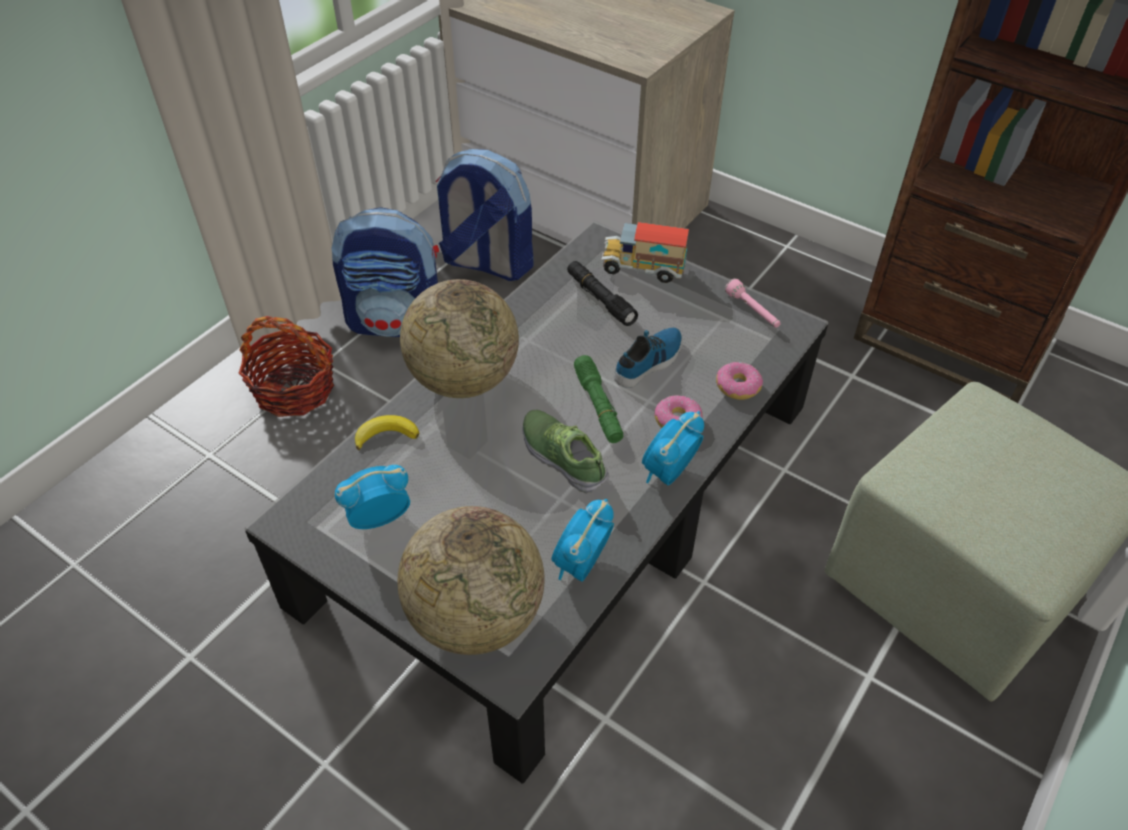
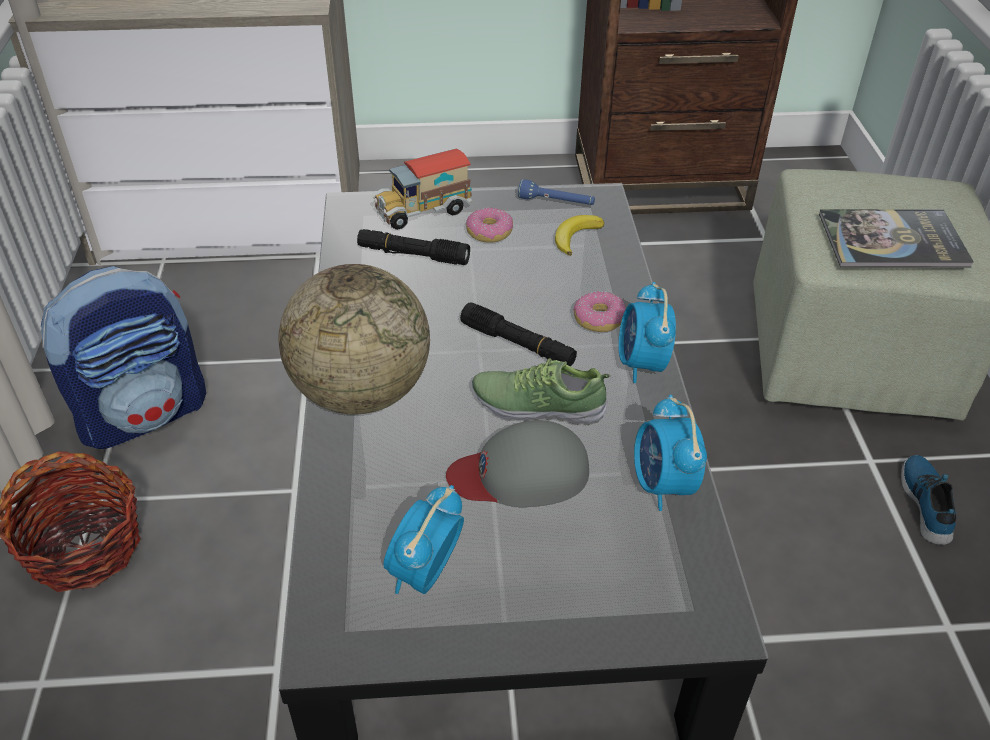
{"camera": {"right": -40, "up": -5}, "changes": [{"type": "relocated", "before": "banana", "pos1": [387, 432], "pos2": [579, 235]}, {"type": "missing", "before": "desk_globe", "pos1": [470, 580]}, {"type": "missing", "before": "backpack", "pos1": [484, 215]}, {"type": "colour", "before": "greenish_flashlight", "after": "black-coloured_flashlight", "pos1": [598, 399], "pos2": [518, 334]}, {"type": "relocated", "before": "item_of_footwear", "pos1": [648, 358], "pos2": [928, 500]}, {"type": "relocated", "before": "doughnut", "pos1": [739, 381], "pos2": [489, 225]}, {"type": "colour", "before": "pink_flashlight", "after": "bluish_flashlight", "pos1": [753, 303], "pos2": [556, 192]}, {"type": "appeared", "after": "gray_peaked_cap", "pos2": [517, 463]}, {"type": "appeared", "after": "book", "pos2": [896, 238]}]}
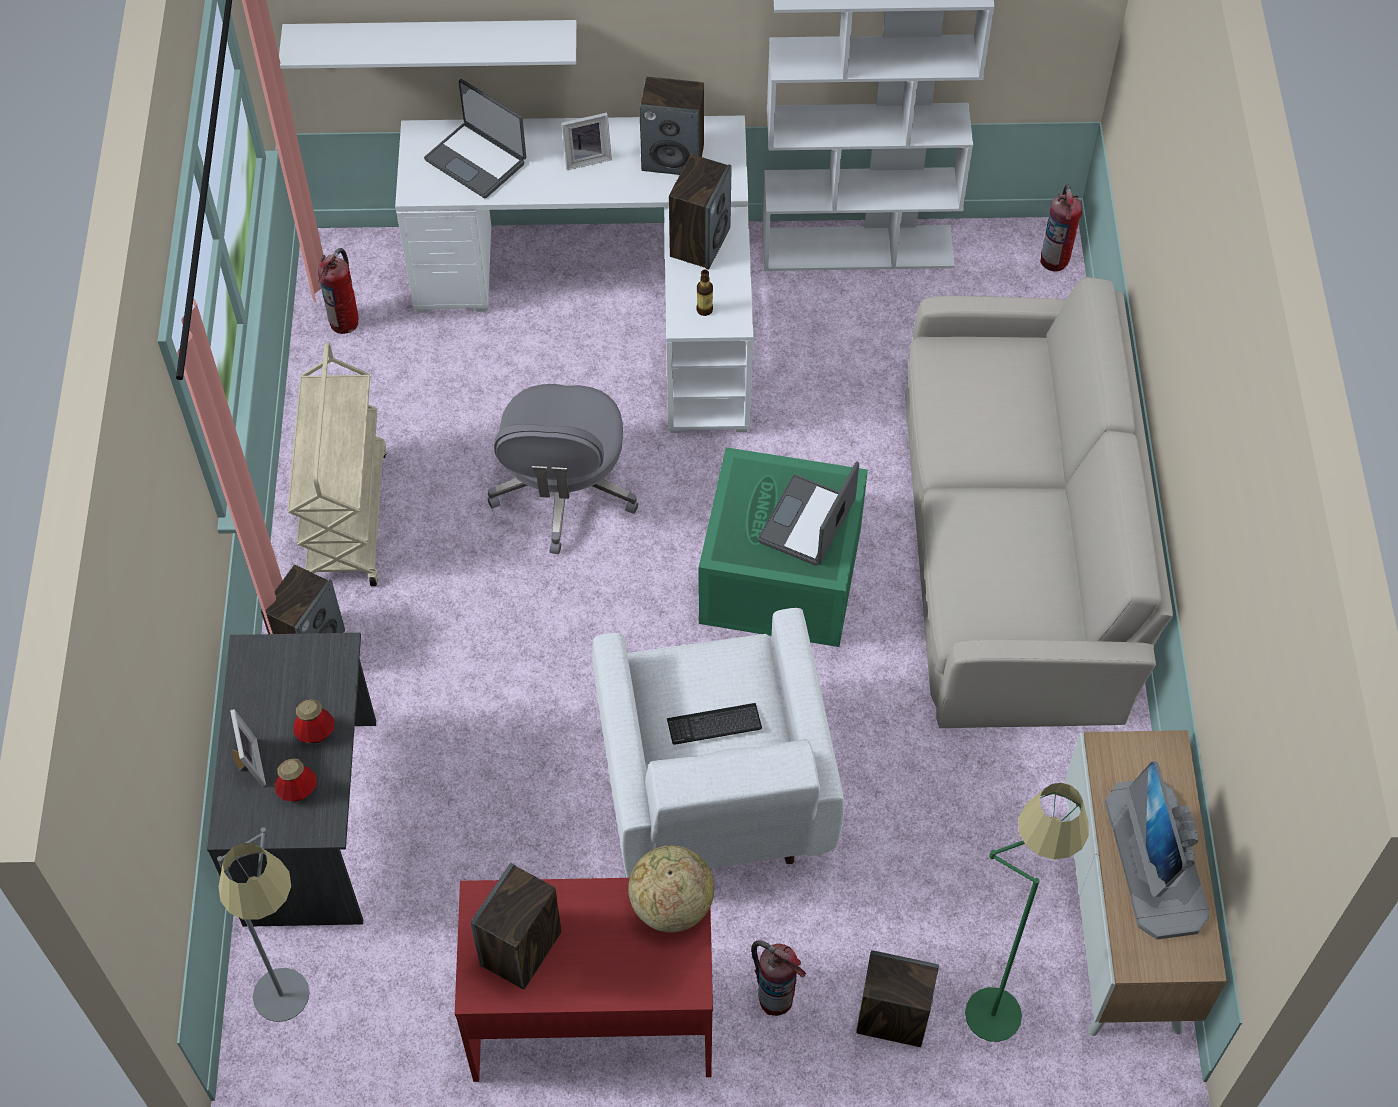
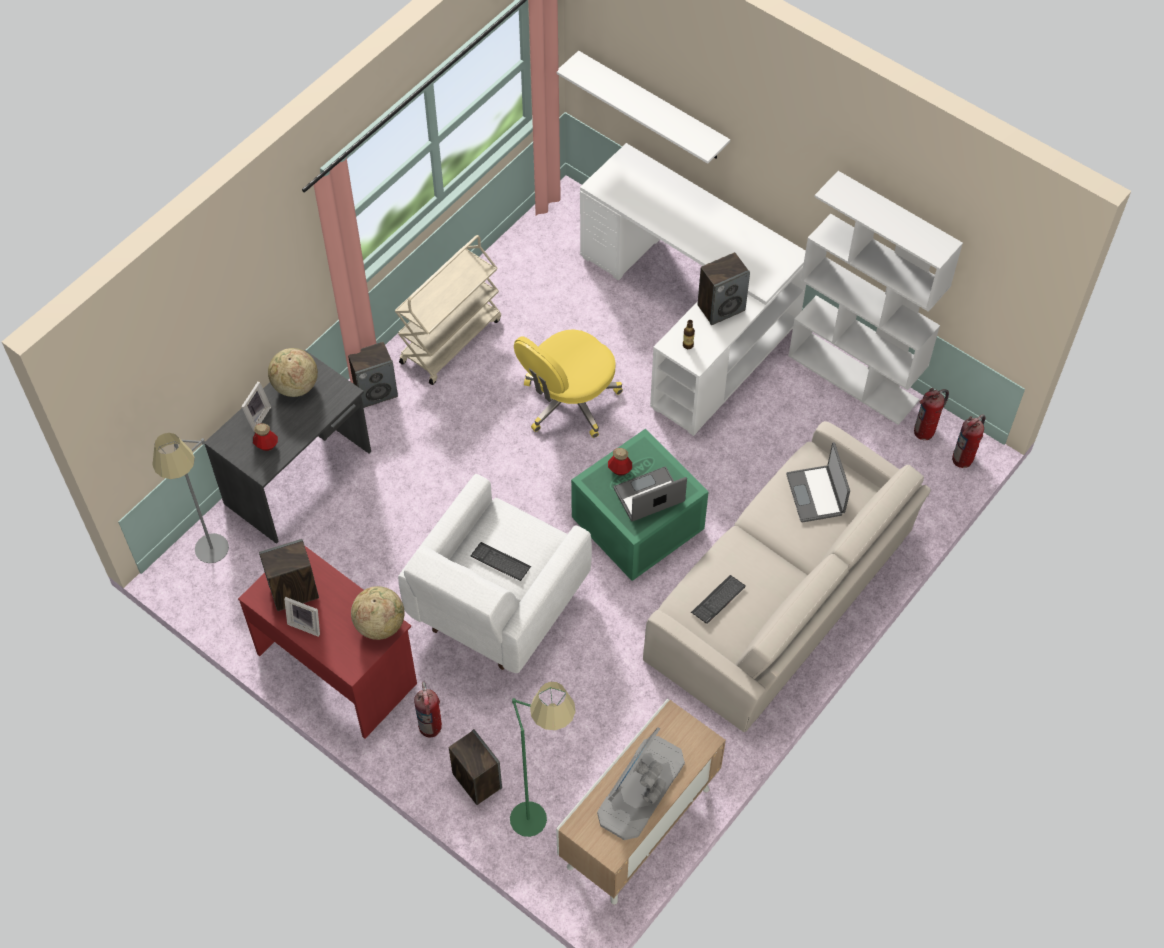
{"camera": {"right": 40, "up": 0}, "changes": [{"type": "relocated", "before": "beverage_bottle", "pos1": [313, 721], "pos2": [620, 462]}, {"type": "relocated", "before": "extinguisher", "pos1": [338, 291], "pos2": [931, 414]}, {"type": "relocated", "before": "portable_computer", "pos1": [475, 138], "pos2": [818, 482]}, {"type": "colour", "before": "gray_office_chair", "after": "yellowish_office_chair", "pos1": [562, 469], "pos2": [568, 383]}, {"type": "relocated", "before": "standing_frame", "pos1": [586, 141], "pos2": [302, 617]}, {"type": "missing", "before": "speaker", "pos1": [671, 126]}, {"type": "appeared", "after": "desk_globe", "pos2": [293, 372]}, {"type": "appeared", "after": "keyboard", "pos2": [718, 599]}]}
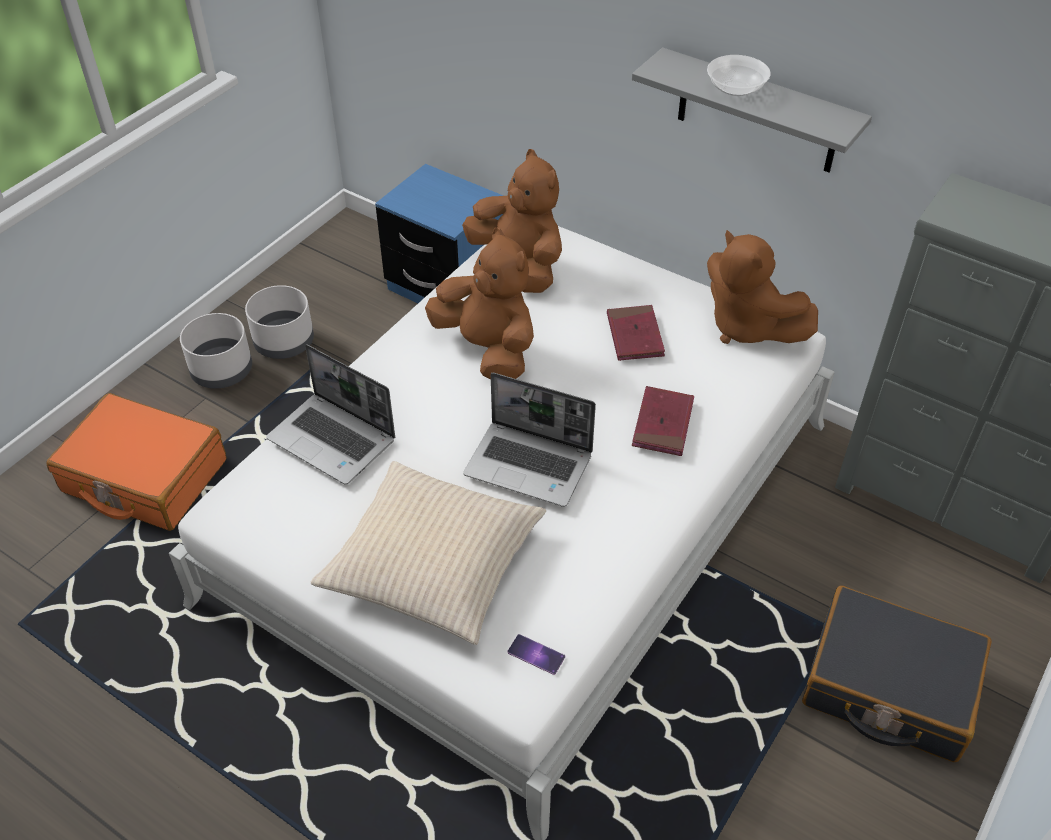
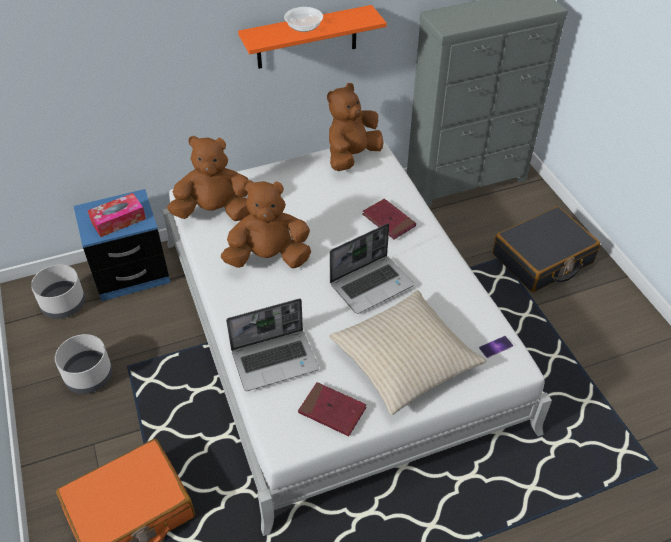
{"camera": {"right": -55, "up": 0}, "changes": [{"type": "relocated", "before": "gray_flower_pot", "pos1": [216, 350], "pos2": [58, 292]}, {"type": "relocated", "before": "red_book", "pos1": [636, 333], "pos2": [332, 409]}, {"type": "colour", "before": "gray_bracket_shelf", "after": "orange-coloured_bracket_shelf", "pos1": [752, 109], "pos2": [312, 37]}, {"type": "spun", "before": "brown-coloured_plush_toy", "pos1": [762, 287], "pos2": [355, 127], "turn": 135}, {"type": "appeared", "after": "box_of_tissues", "pos2": [117, 215]}]}
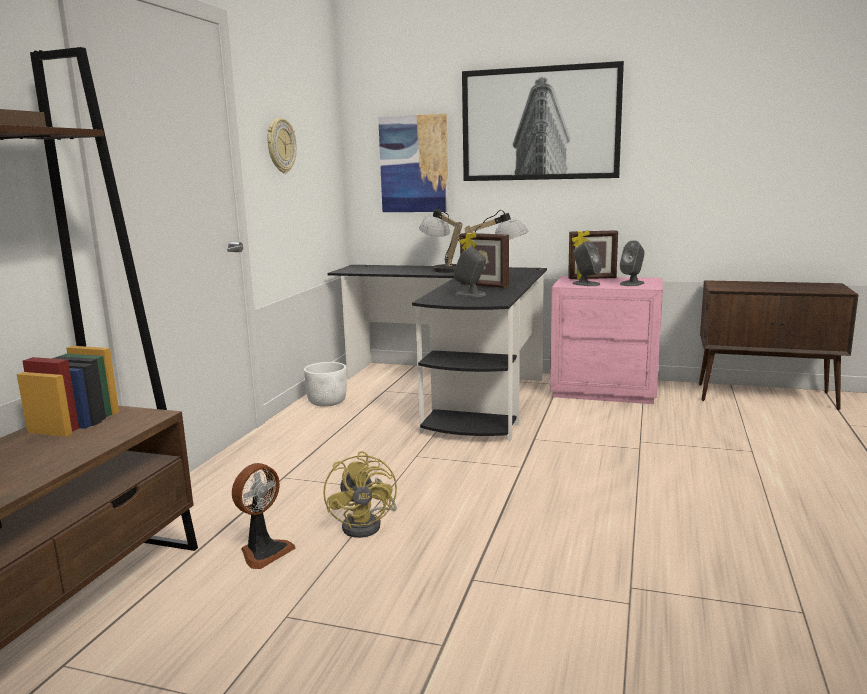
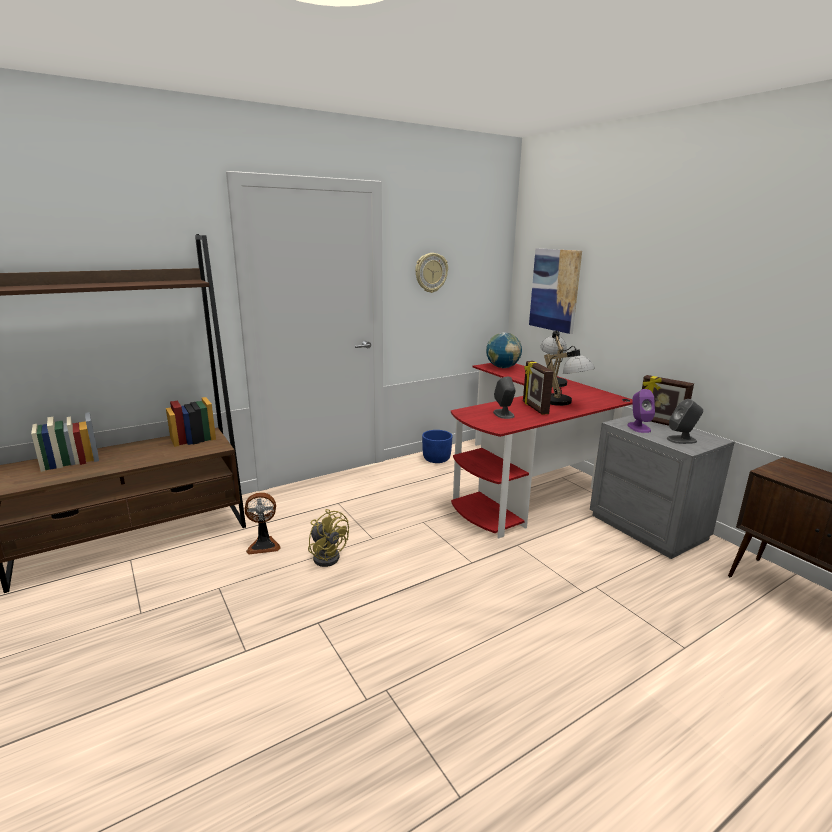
{"camera": {"right": 40, "up": 5}, "changes": [{"type": "colour", "before": "white_flower_pot", "after": "bluish_flower_pot", "pos1": [325, 384], "pos2": [437, 446]}, {"type": "spun", "before": "yellowish_electric_fan", "pos1": [360, 494], "pos2": [328, 538], "turn": -75}, {"type": "colour", "before": "black-coloured_desk_unit", "after": "red_desk_unit", "pos1": [437, 353], "pos2": [542, 451]}, {"type": "missing", "before": "wall_art", "pos1": [543, 121]}, {"type": "colour", "before": "pink_nightstand", "after": "gray_nightstand", "pos1": [606, 340], "pos2": [662, 487]}, {"type": "colour", "before": "gray_speaker", "after": "purplish_speaker", "pos1": [587, 263], "pos2": [641, 411]}, {"type": "appeared", "after": "desk_globe", "pos2": [504, 350]}]}
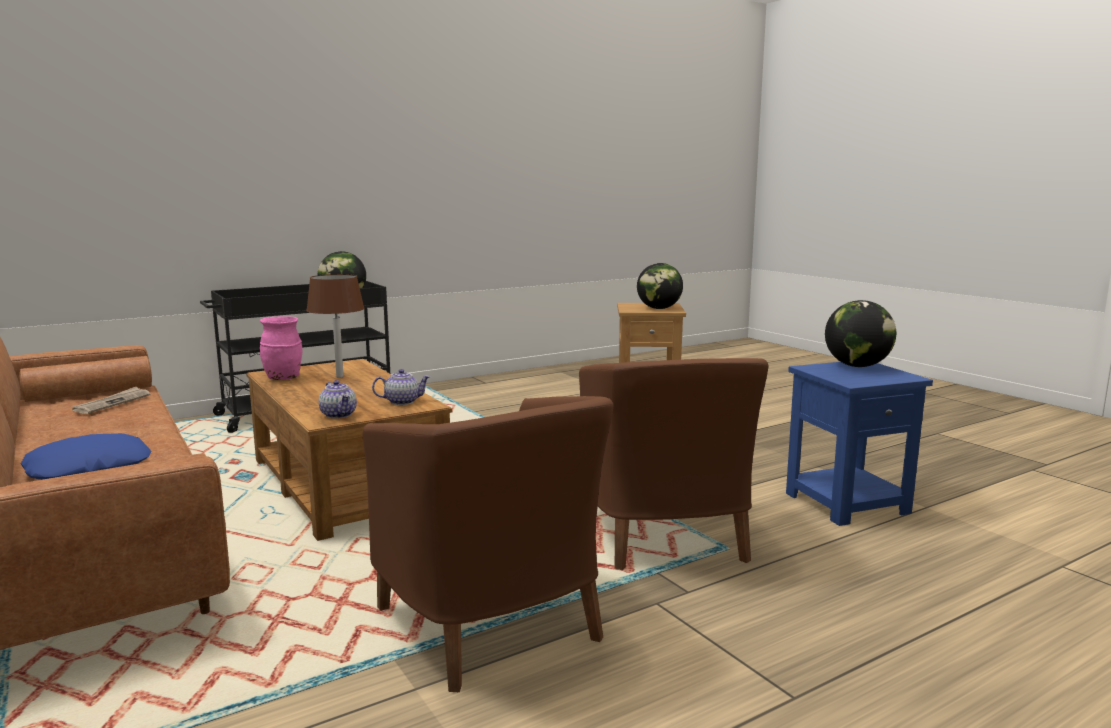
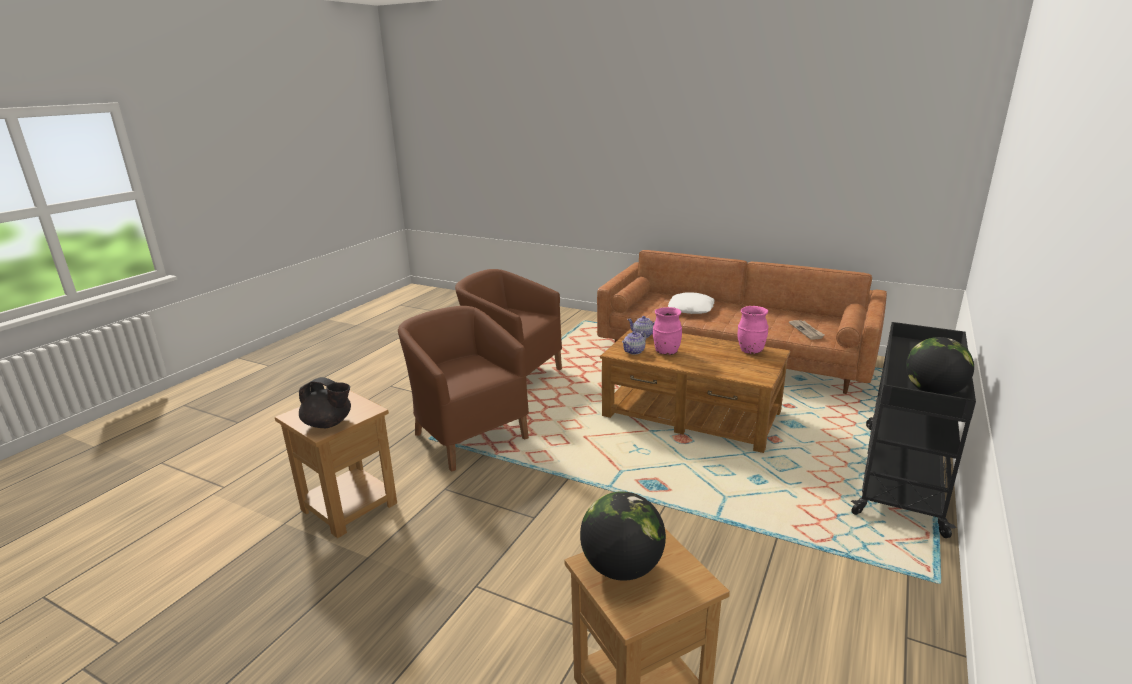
{"camera": {"right": 150, "up": 10}, "changes": [{"type": "colour", "before": "bluish_throw_pillow", "after": "white_throw_pillow", "pos1": [86, 456], "pos2": [691, 303]}, {"type": "missing", "before": "brown-coloured_tabletop_lamp", "pos1": [335, 326]}, {"type": "colour", "before": "bluish_accent_table", "after": "brown-coloured_accent_table", "pos1": [859, 444], "pos2": [336, 464]}, {"type": "exchanged", "before": "desk_globe", "after": "black-coloured_pot_for_tea", "pos1": [860, 333], "pos2": [325, 402]}, {"type": "appeared", "after": "pink_decorative_vase", "pos2": [667, 331]}]}
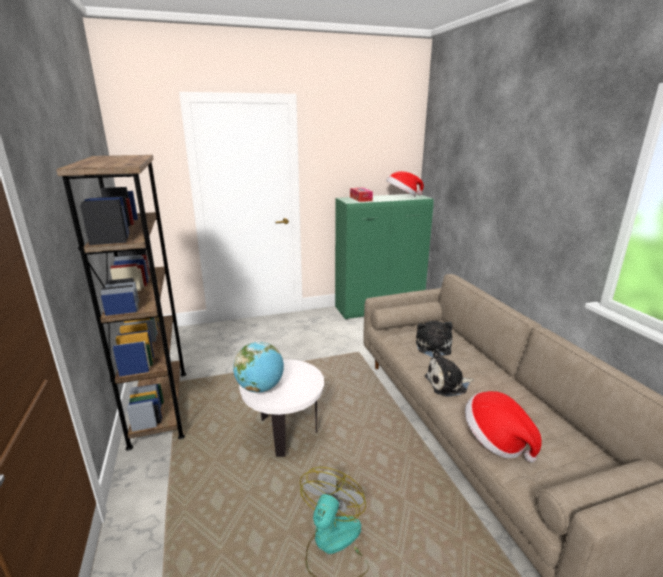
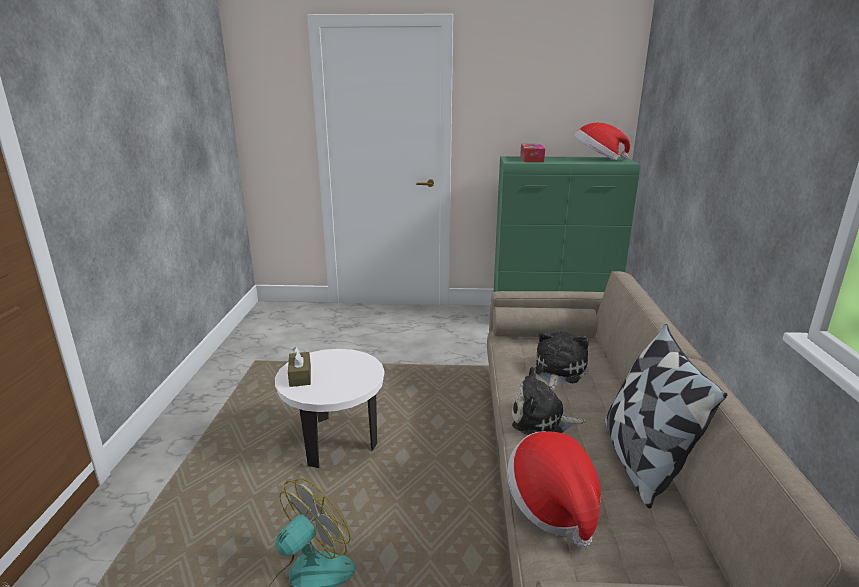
{"camera": {"right": 20, "up": 0}, "changes": [{"type": "missing", "before": "brown-coloured_shelving_unit", "pos1": [121, 303]}, {"type": "exchanged", "before": "desk_globe", "after": "brown-coloured_box_of_tissues", "pos1": [258, 367], "pos2": [299, 367]}, {"type": "appeared", "after": "throw_pillow", "pos2": [666, 416]}]}
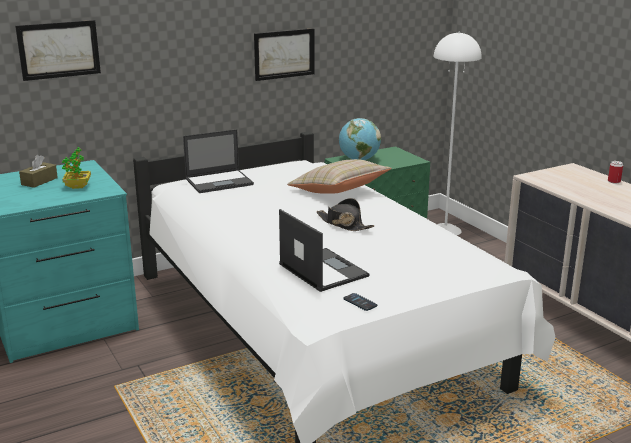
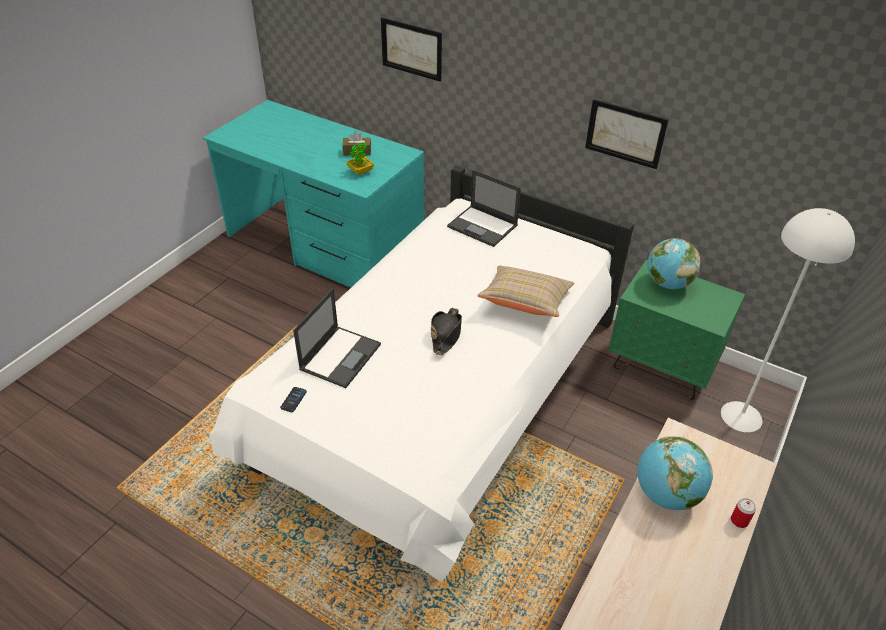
{"camera": {"right": 60, "up": 20}, "changes": [{"type": "appeared", "after": "desk_globe", "pos2": [675, 473]}]}
